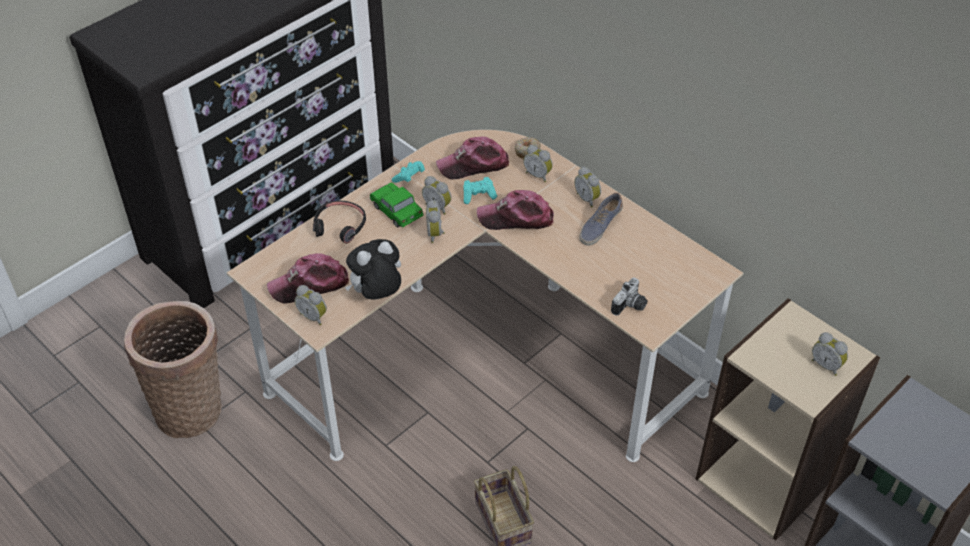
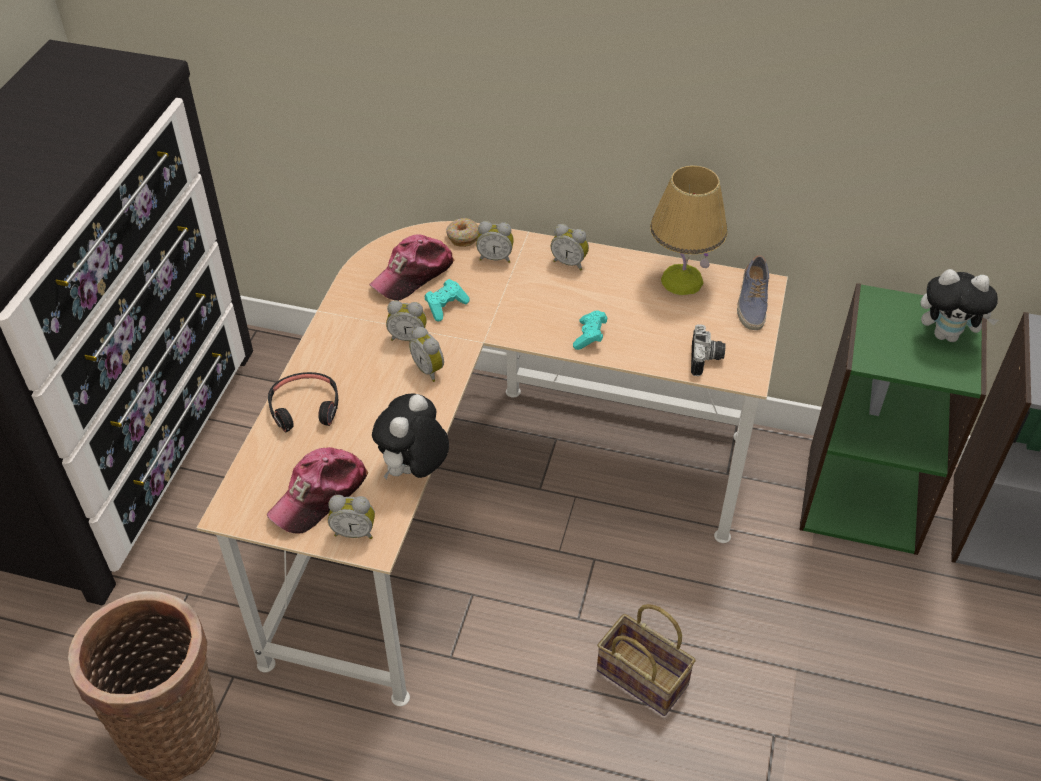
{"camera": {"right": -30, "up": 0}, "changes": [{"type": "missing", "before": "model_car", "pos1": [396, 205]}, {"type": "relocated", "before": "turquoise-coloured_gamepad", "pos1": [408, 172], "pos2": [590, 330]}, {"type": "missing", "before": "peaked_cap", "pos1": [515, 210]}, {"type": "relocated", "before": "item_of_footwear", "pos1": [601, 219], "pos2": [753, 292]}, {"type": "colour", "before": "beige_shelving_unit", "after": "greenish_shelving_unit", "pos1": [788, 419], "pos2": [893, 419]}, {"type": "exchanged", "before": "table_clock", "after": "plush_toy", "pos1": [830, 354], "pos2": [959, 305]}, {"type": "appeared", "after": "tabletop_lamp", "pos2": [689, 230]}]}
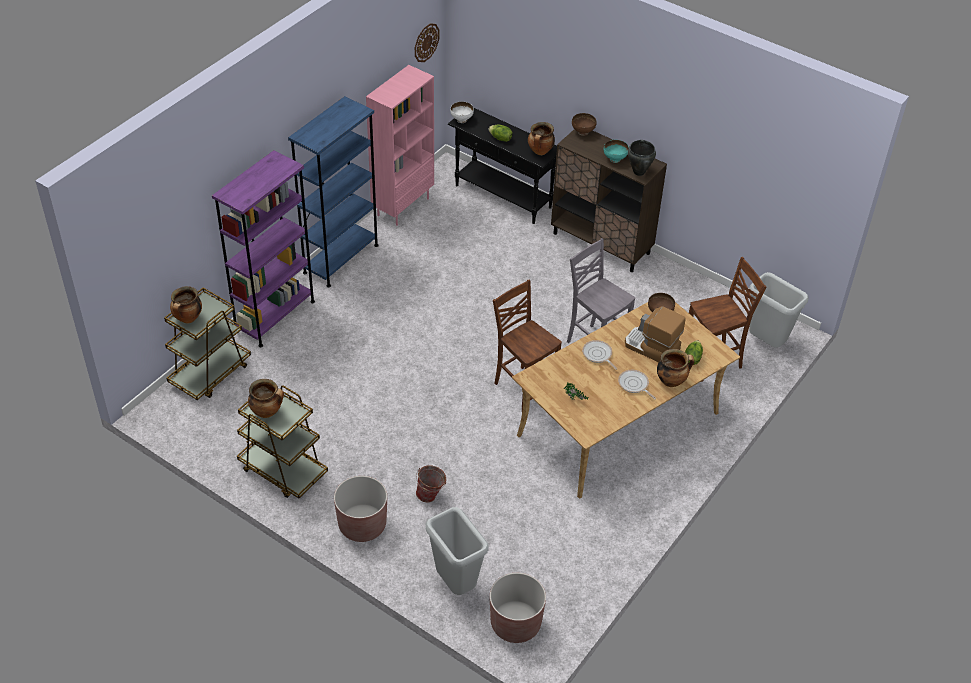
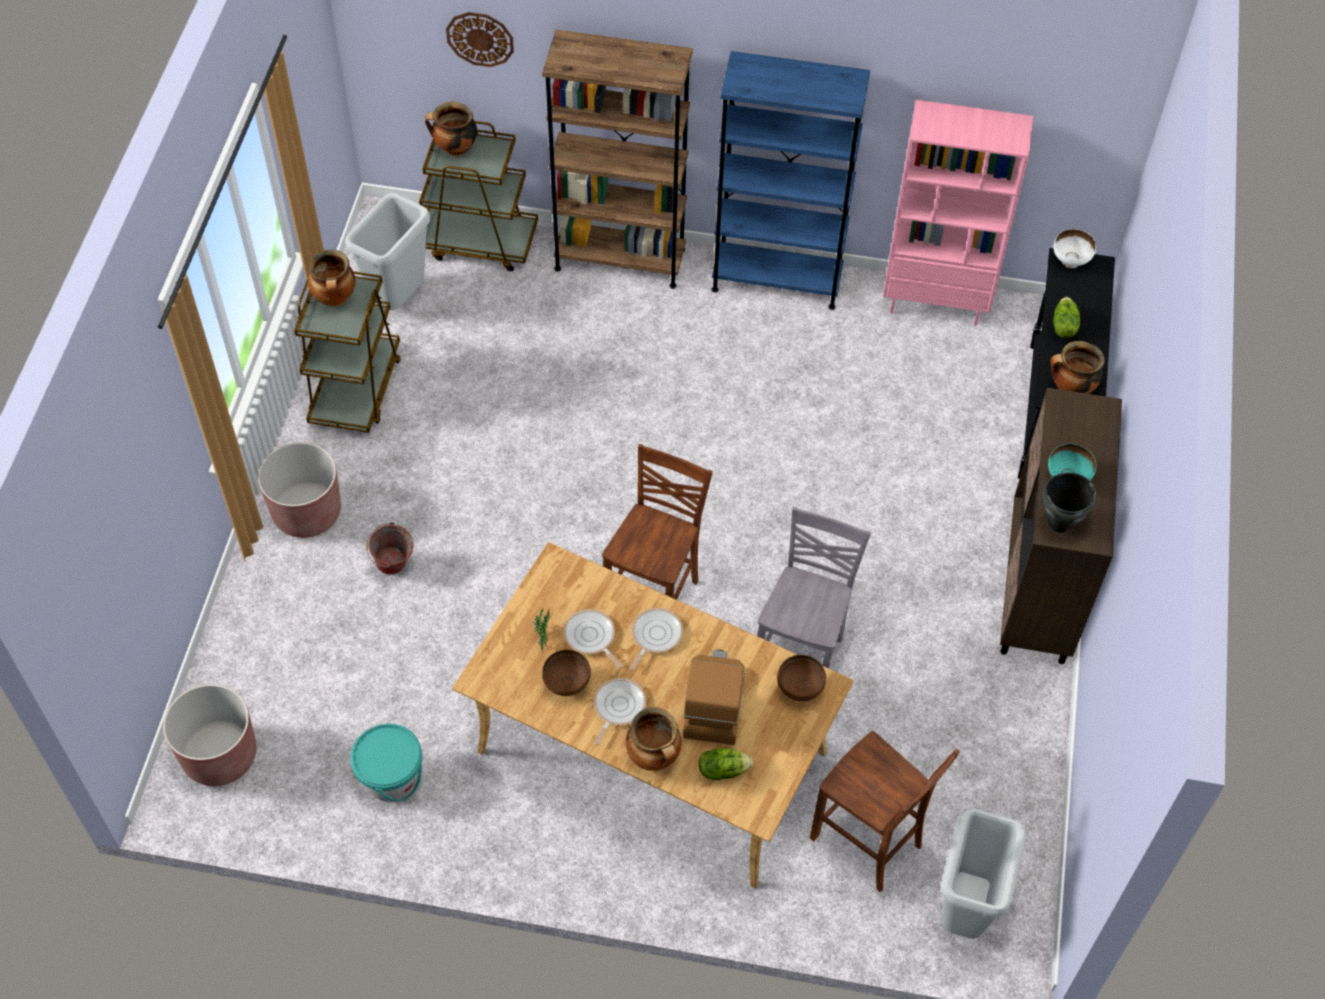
{"camera": {"right": 65, "up": 10}, "changes": [{"type": "colour", "before": "purplish_shelving_unit", "after": "brown-coloured_shelving_unit", "pos1": [263, 248], "pos2": [617, 159]}, {"type": "relocated", "before": "hanging_clock", "pos1": [427, 42], "pos2": [480, 39]}, {"type": "relocated", "before": "gray_trash_can", "pos1": [457, 551], "pos2": [387, 251]}, {"type": "relocated", "before": "brown-coloured_deep_dish", "pos1": [584, 124], "pos2": [566, 672]}, {"type": "appeared", "after": "turquoise-coloured_water_bucket", "pos2": [386, 763]}, {"type": "appeared", "after": "frying_pan", "pos2": [593, 638]}]}
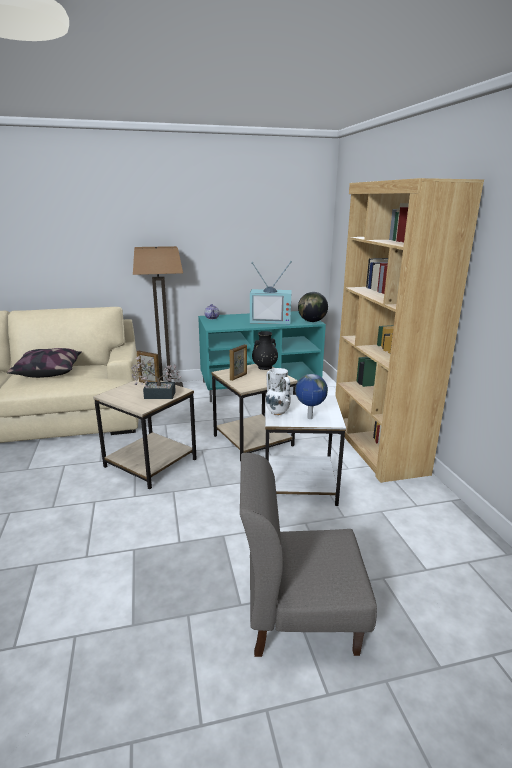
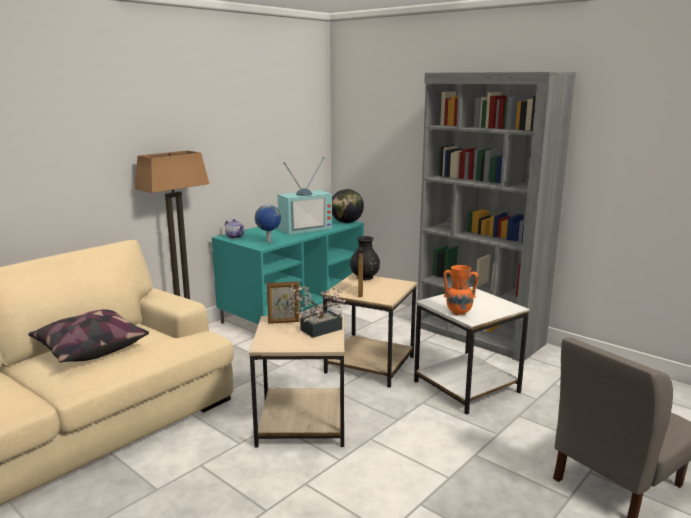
{"camera": {"right": -35, "up": -5}, "changes": [{"type": "colour", "before": "white_decorative_vase", "after": "orange-coloured_decorative_vase", "pos1": [278, 391], "pos2": [461, 290]}, {"type": "relocated", "before": "desk_globe", "pos1": [311, 396], "pos2": [268, 223]}, {"type": "colour", "before": "brown-coloured_shelving_unit", "after": "gray_shelving_unit", "pos1": [409, 330], "pos2": [496, 216]}]}
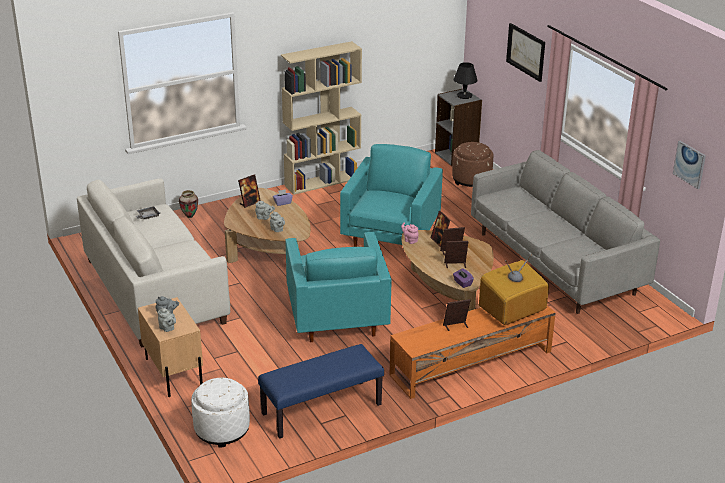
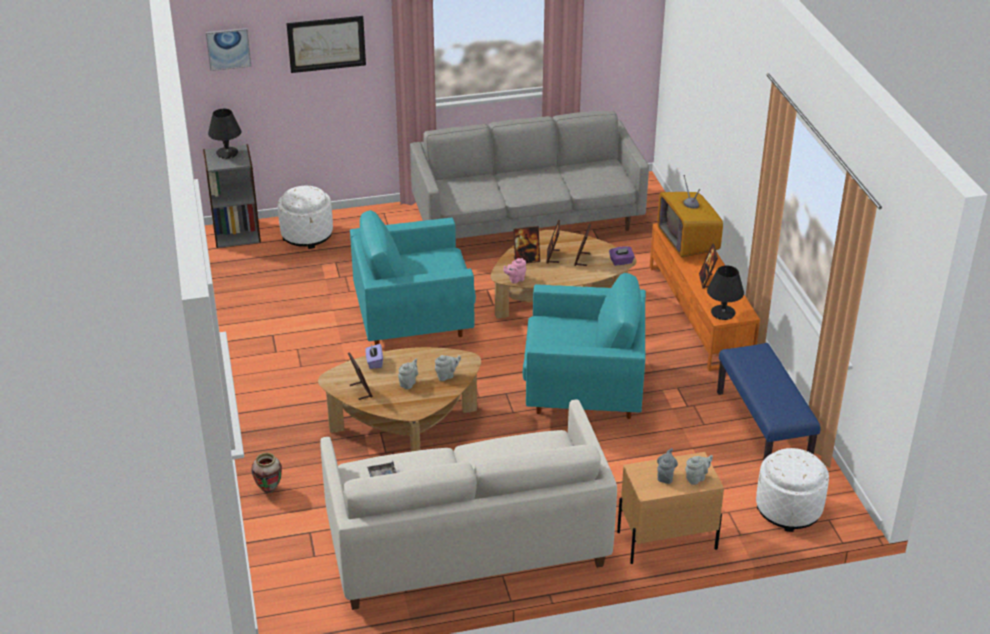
{"camera": {"right": -75, "up": 5}, "changes": [{"type": "missing", "before": "beige_shelving_unit", "pos1": [321, 118]}, {"type": "spun", "before": "turquoise-coloured_armchair", "pos1": [391, 195], "pos2": [413, 277], "turn": -45}, {"type": "colour", "before": "brown-coloured_footrest", "after": "white_footrest", "pos1": [472, 164], "pos2": [305, 217]}, {"type": "relocated", "before": "wall_art", "pos1": [689, 165], "pos2": [228, 49]}, {"type": "appeared", "after": "black-coloured_tabletop_lamp", "pos2": [725, 292]}]}
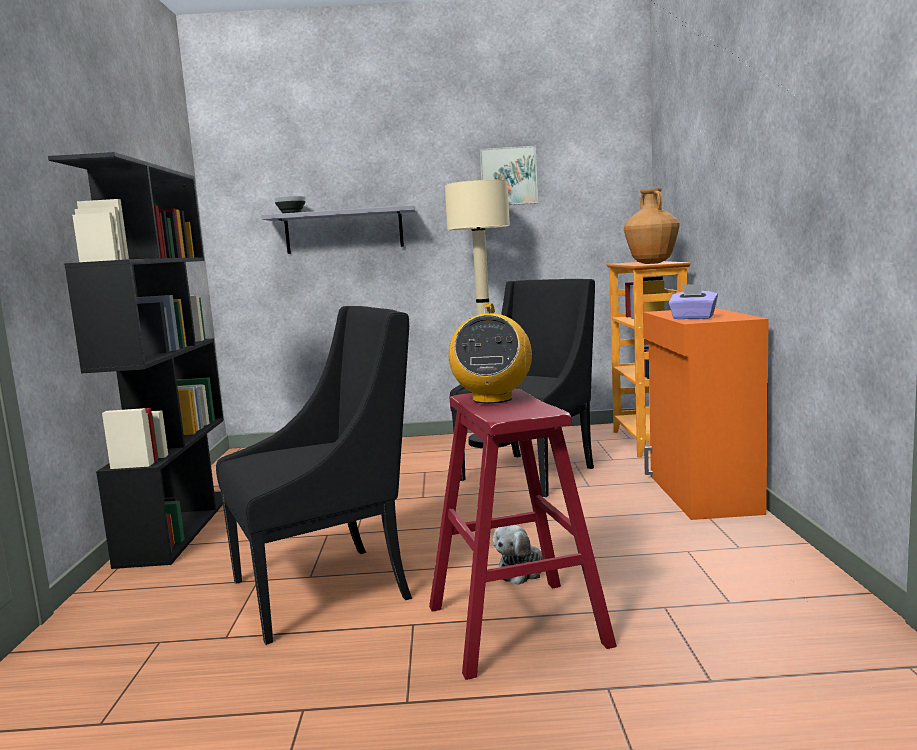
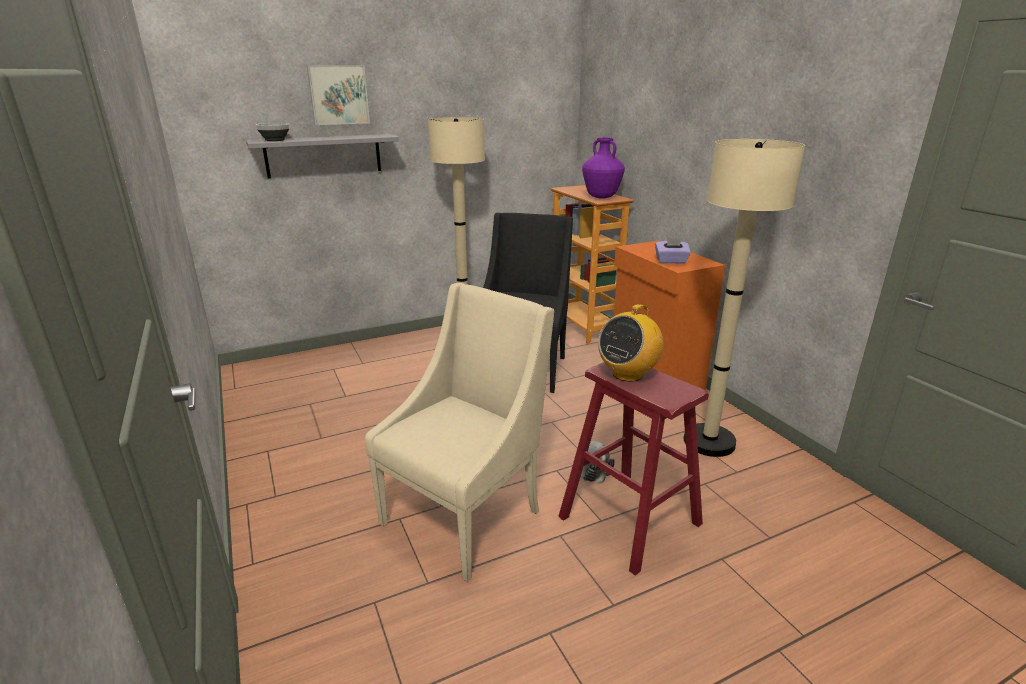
{"camera": {"right": -25, "up": 15}, "changes": [{"type": "missing", "before": "black-coloured_shelving_unit", "pos1": [136, 360]}, {"type": "colour", "before": "black-coloured_armchair", "after": "beige_armchair", "pos1": [314, 475], "pos2": [459, 432]}, {"type": "spun", "before": "radio_receiver", "pos1": [490, 353], "pos2": [631, 343], "turn": 60}, {"type": "relocated", "before": "wall_art", "pos1": [508, 175], "pos2": [338, 95]}, {"type": "colour", "before": "brown-coloured_decorative_vase", "after": "purplish_decorative_vase", "pos1": [651, 226], "pos2": [603, 168]}, {"type": "appeared", "after": "beige_floor_lamp", "pos2": [744, 298]}]}
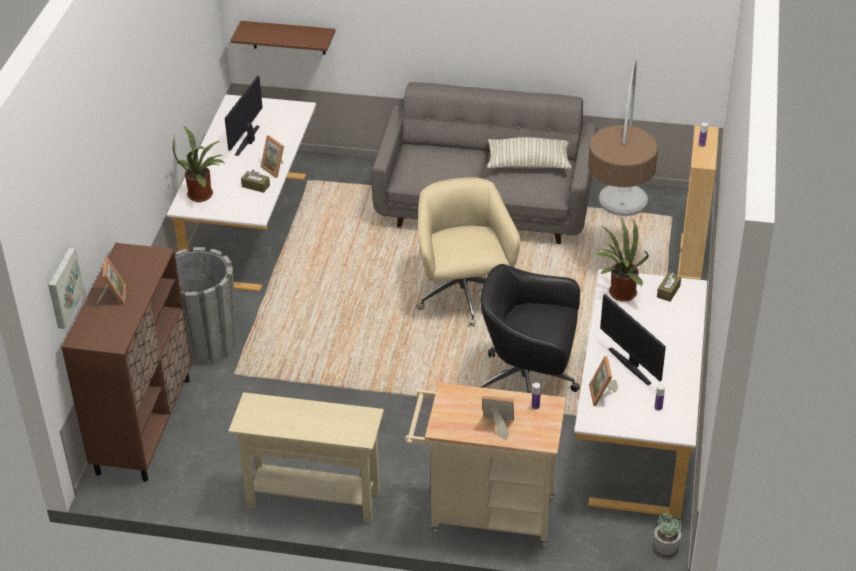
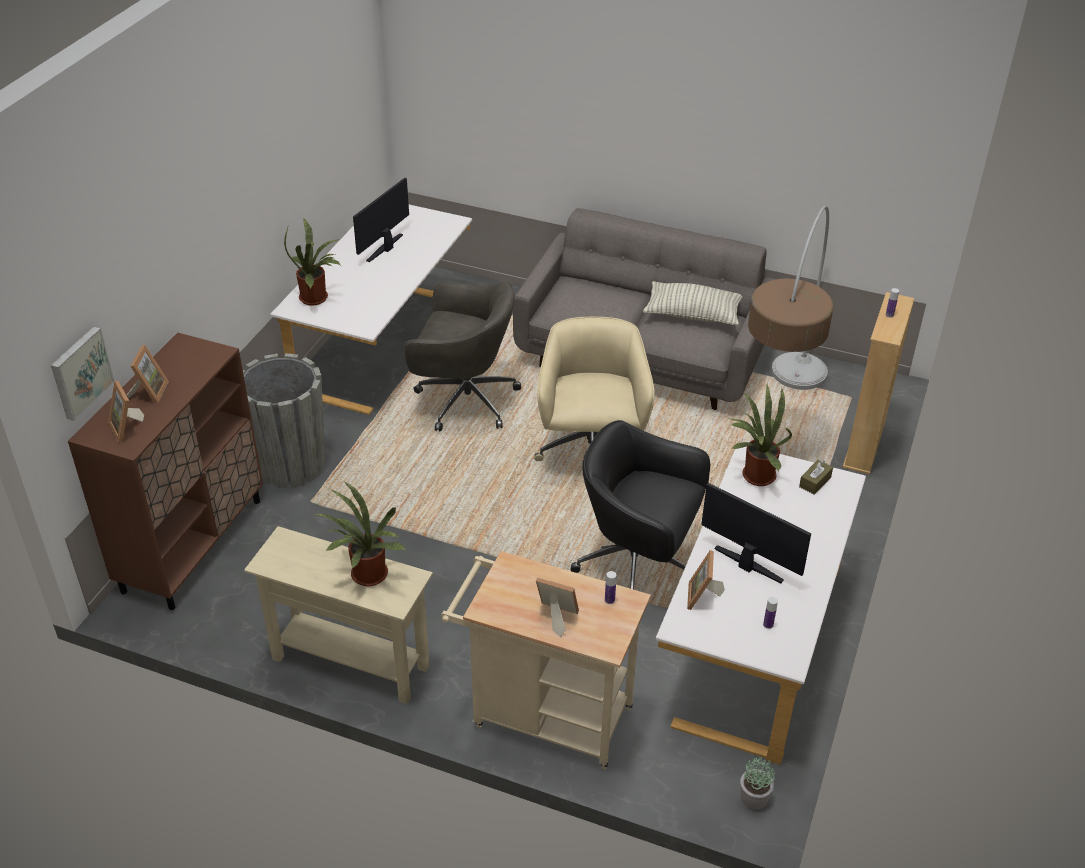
{"camera": {"right": 10, "up": 0}, "changes": [{"type": "missing", "before": "brown-coloured_bracket_shelf", "pos1": [283, 38]}, {"type": "missing", "before": "brown-coloured_box_of_tissues", "pos1": [255, 181]}, {"type": "relocated", "before": "standing_frame", "pos1": [272, 156], "pos2": [126, 412]}, {"type": "spun", "before": "computer_display", "pos1": [633, 339], "pos2": [756, 533], "turn": 150}, {"type": "appeared", "after": "houseplant", "pos2": [360, 534]}, {"type": "appeared", "after": "gray_office_chair", "pos2": [462, 356]}]}
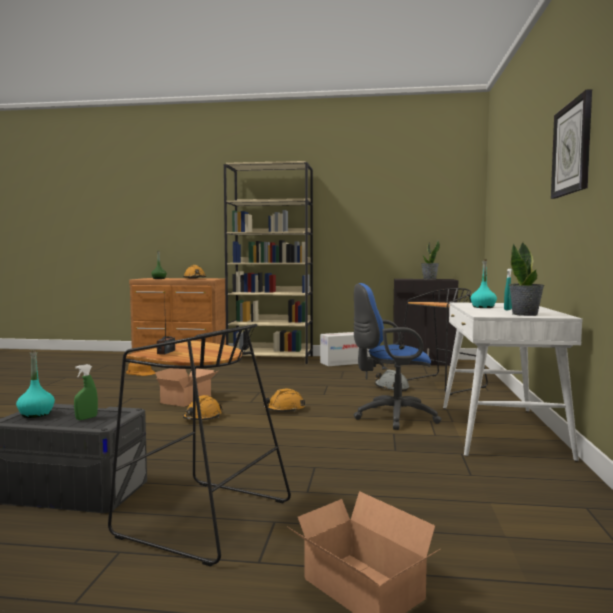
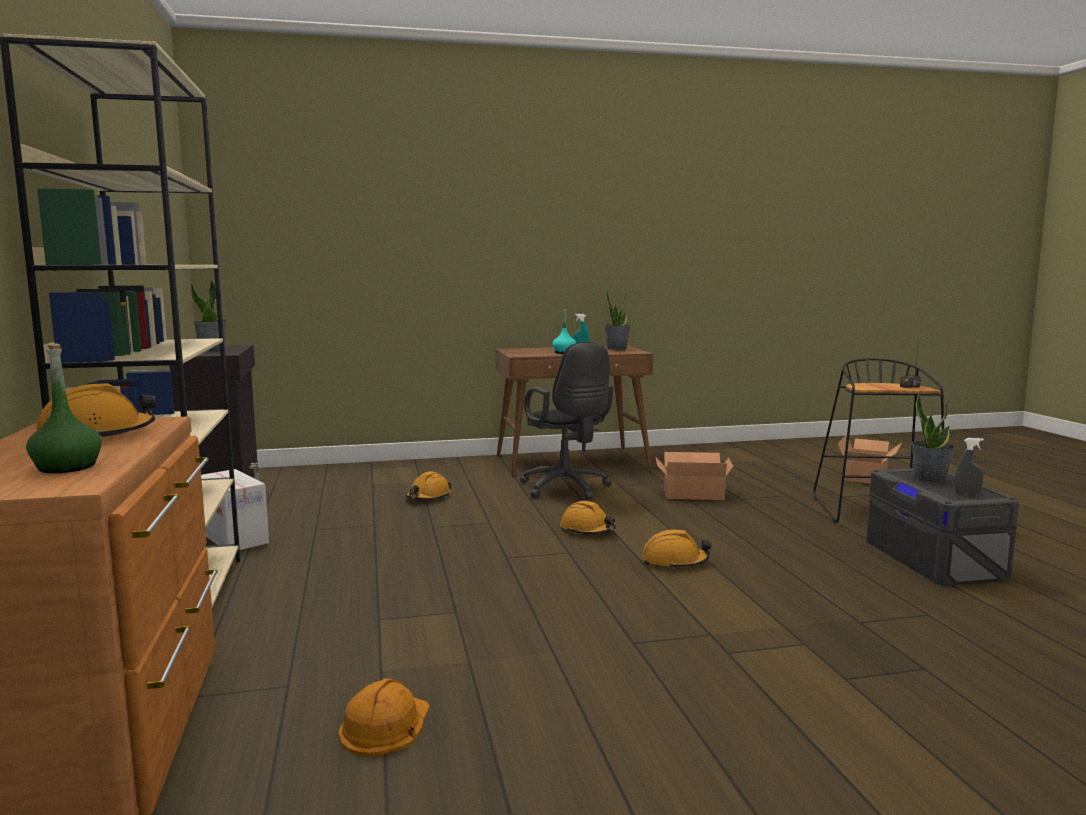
{"camera": {"right": -110, "up": 5}, "changes": [{"type": "exchanged", "before": "turquoise-coloured_beverage_bottle", "after": "gray_hand_sprayer", "pos1": [35, 384], "pos2": [969, 466]}, {"type": "exchanged", "before": "greenish_hand_sprayer", "after": "houseplant", "pos1": [86, 392], "pos2": [933, 438]}, {"type": "relocated", "before": "cardboard_box", "pos1": [186, 387], "pos2": [695, 476]}, {"type": "colour", "before": "bluish_office_chair", "after": "black-coloured_office_chair", "pos1": [398, 356], "pos2": [566, 421]}, {"type": "colour", "before": "gray_safety_helmet", "after": "orange-coloured_safety_helmet", "pos1": [392, 381], "pos2": [429, 485]}, {"type": "missing", "before": "black-coloured_stool_seat", "pos1": [444, 341]}, {"type": "colour", "before": "white_desk_unit", "after": "brown-coloured_desk_unit", "pos1": [512, 381], "pos2": [574, 411]}, {"type": "missing", "before": "hanging_clock", "pos1": [571, 144]}]}
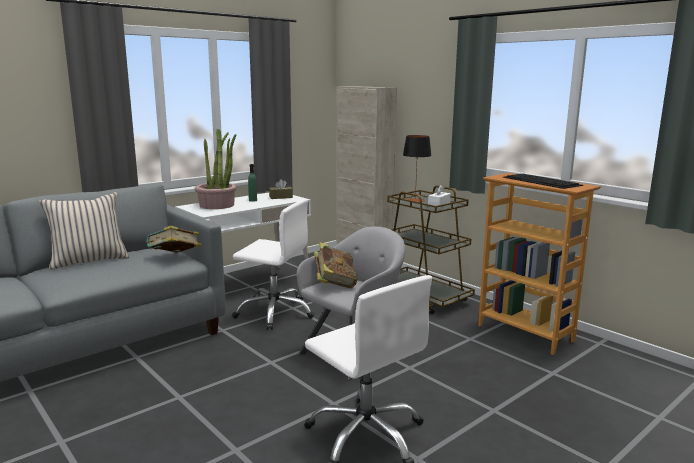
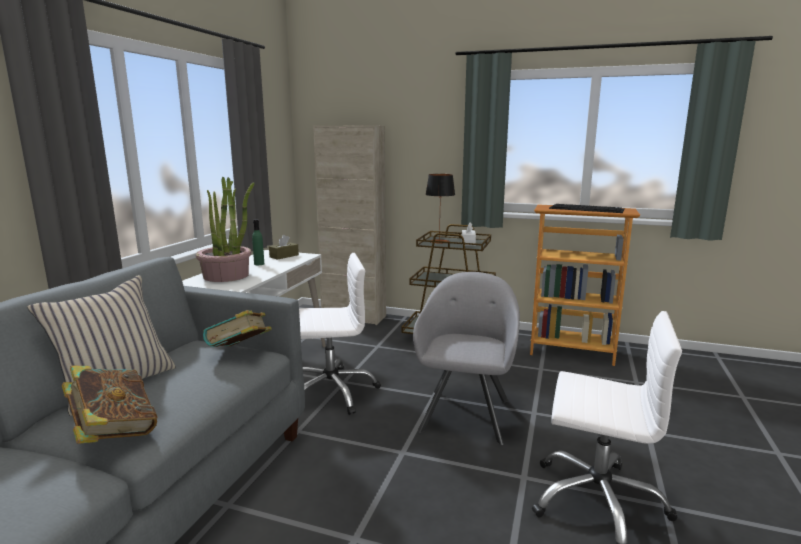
{"camera": {"right": -30, "up": 0}, "changes": [{"type": "relocated", "before": "book", "pos1": [335, 265], "pos2": [109, 404]}]}
